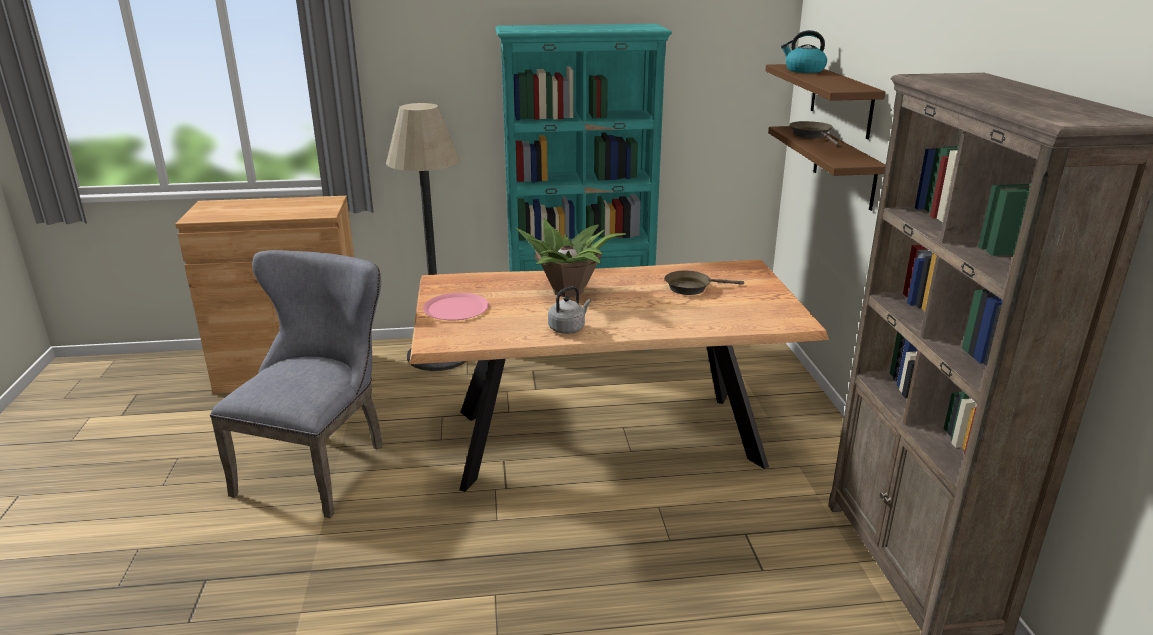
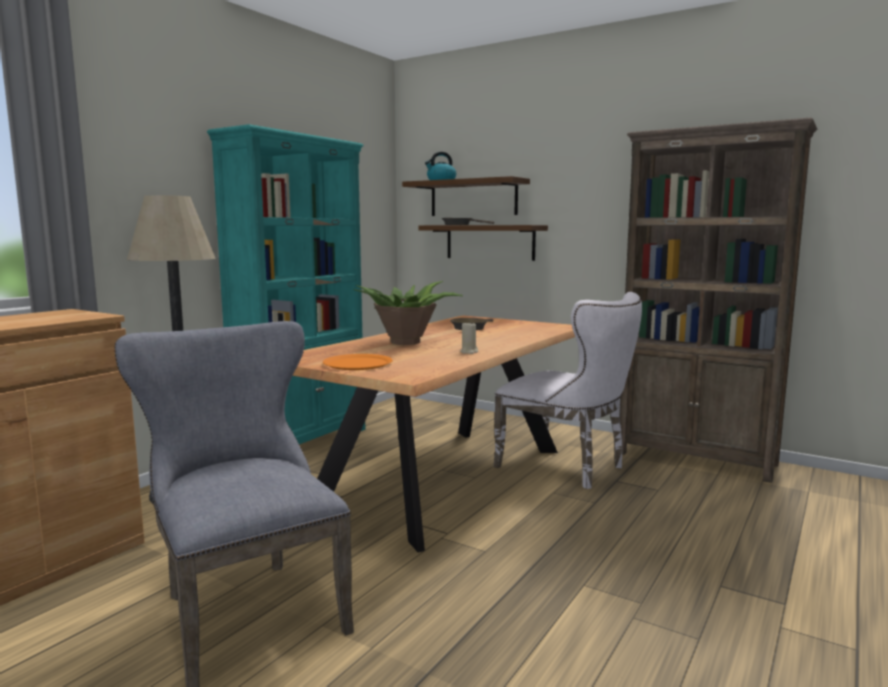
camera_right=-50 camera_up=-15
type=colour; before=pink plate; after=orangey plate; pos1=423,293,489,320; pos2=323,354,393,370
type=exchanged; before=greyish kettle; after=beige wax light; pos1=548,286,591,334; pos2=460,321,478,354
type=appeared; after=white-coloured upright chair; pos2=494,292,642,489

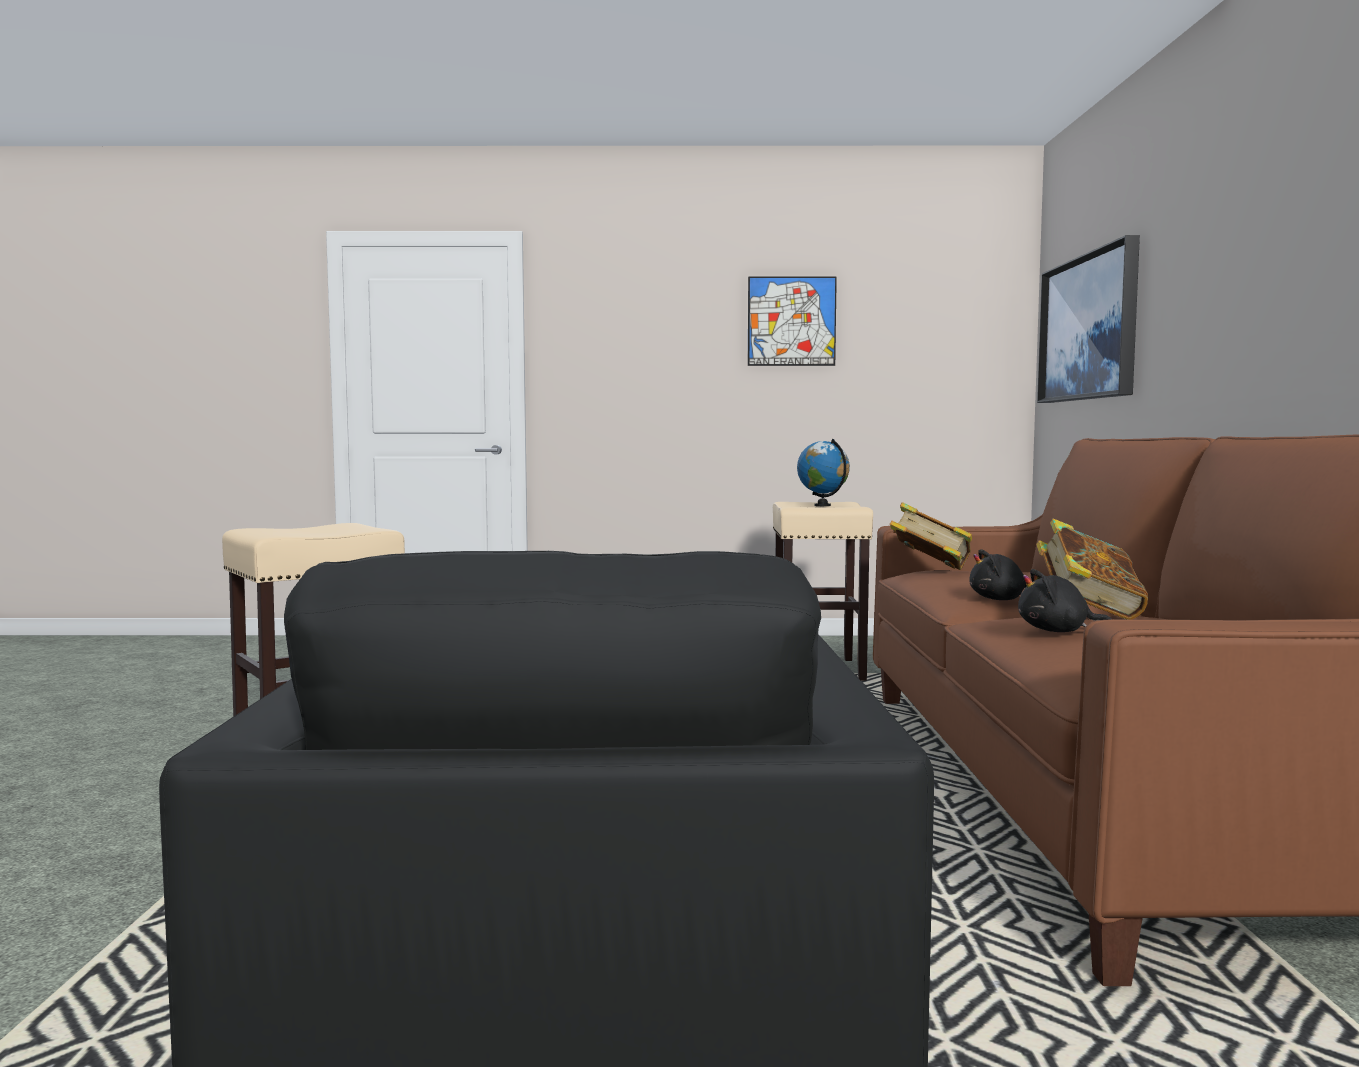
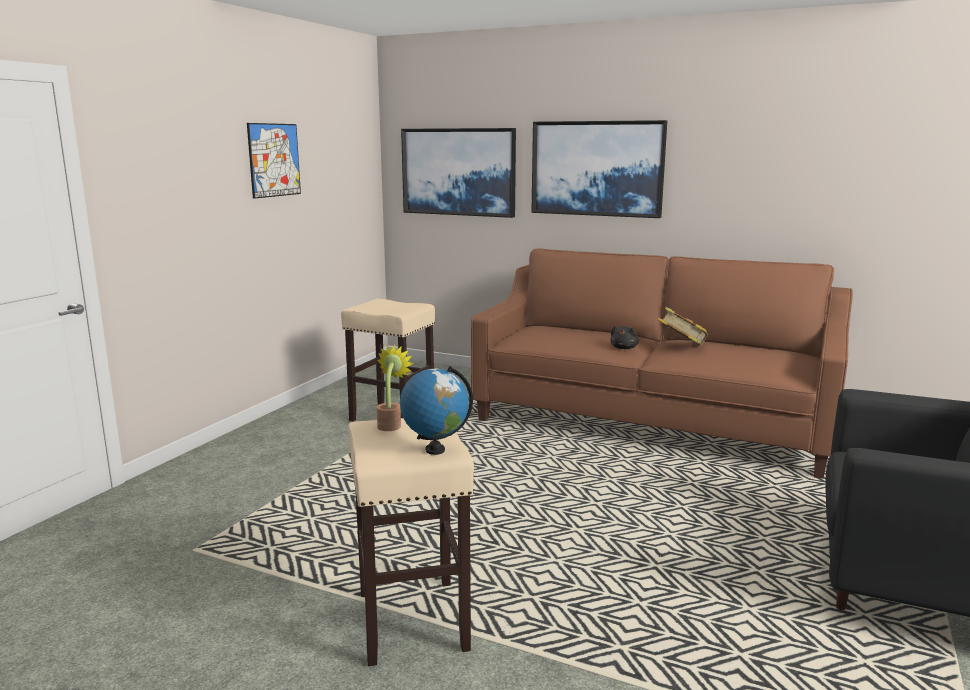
camera_right=-65 camera_up=10
type=relocated; before=globe; pos1=797,439,850,506; pos2=400,366,473,455
type=missing; before=volume; pos1=890,502,972,570
type=missing; before=black plush toy; pos1=1018,569,1112,632
type=appeared; after=potted plant; pos2=376,345,414,431
type=appeared; after=picture; pos2=531,120,667,218

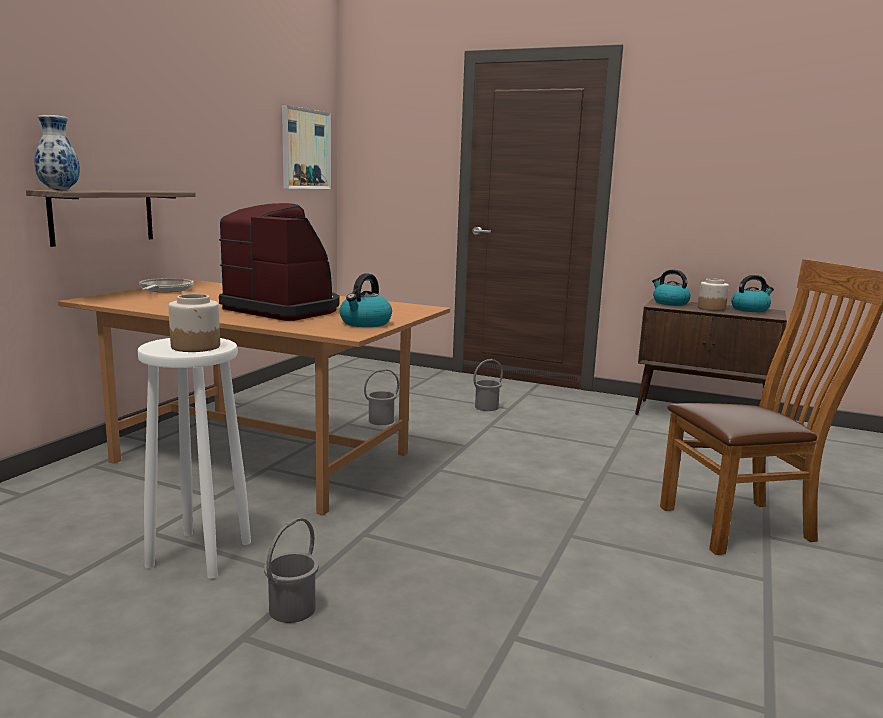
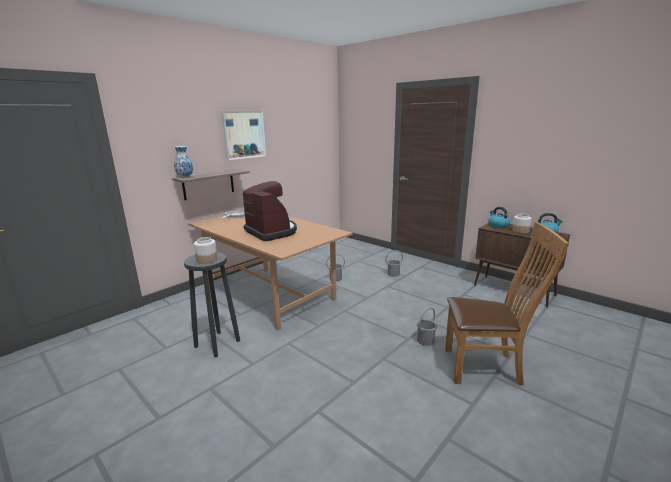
camera_right=20 camera_up=5
type=colour; before=white-coloured sitting stool; after=black sitting stool; pos1=138,338,251,579; pos2=184,252,240,357
type=relocated; before=greyish water bucket; pos1=264,518,319,623; pos2=416,307,437,346
type=relocated; before=picture; pos1=282,105,331,189; pos2=221,111,266,160
type=missing; before=kettle; pos1=339,273,392,327

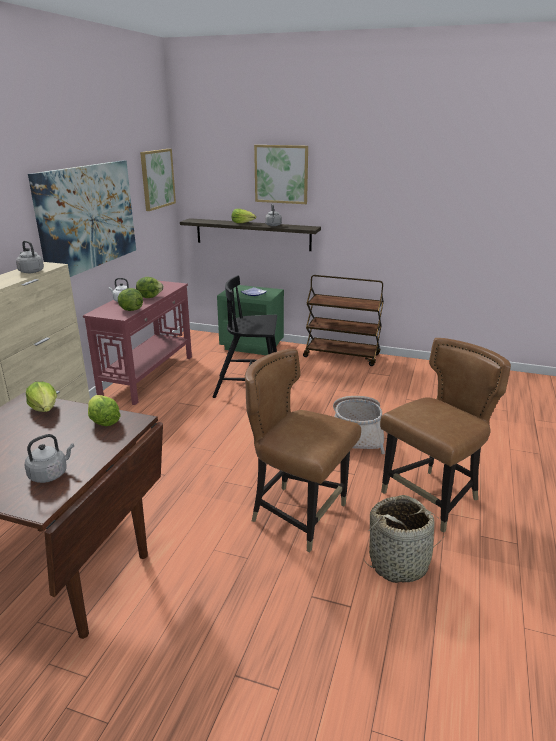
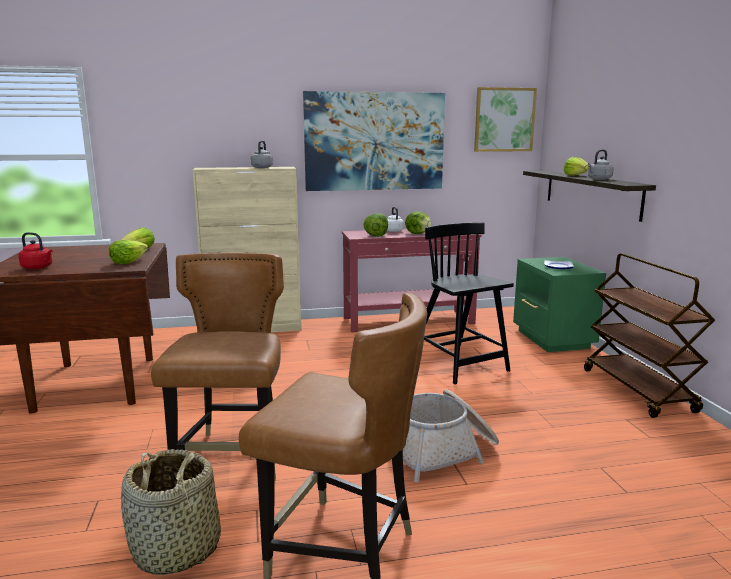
camera_right=60 camera_up=-10
type=colour; before=greyish kettle; after=reddish kettle; pos1=24,434,74,483; pos2=18,232,53,269
type=missing; before=picture; pos1=254,145,308,204

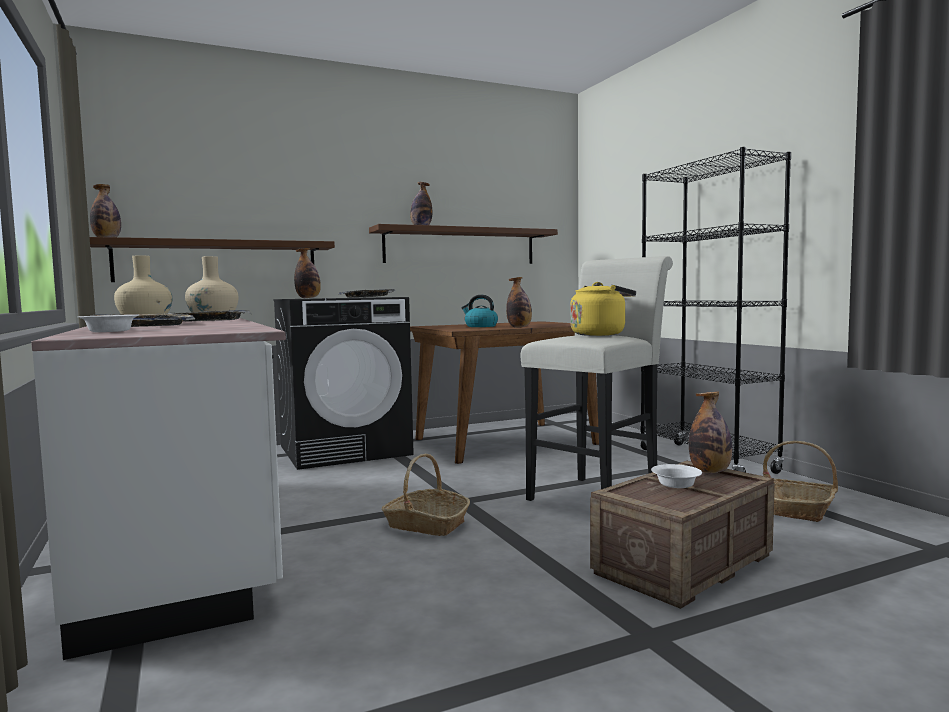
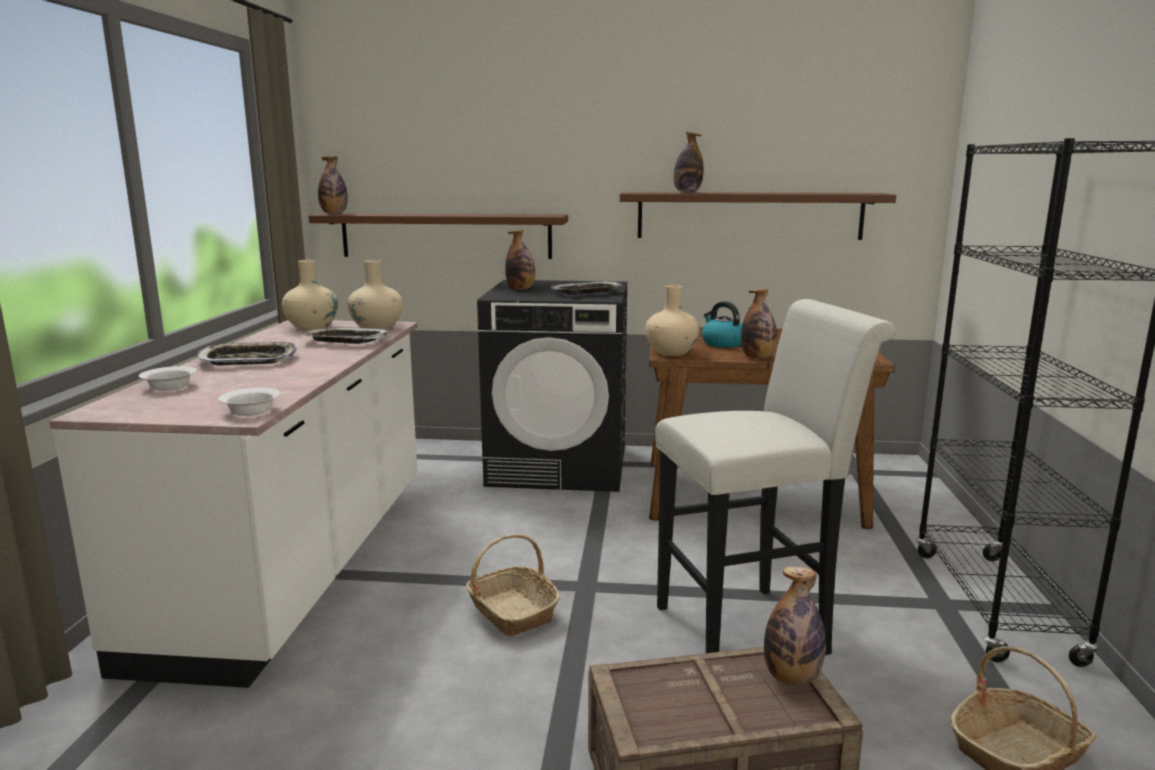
camera_right=30 camera_up=10
type=missing; before=yellowish kettle; pos1=570,282,636,336
type=relocated; before=white-coloured serving bowl; pos1=651,464,702,488; pos2=219,388,280,416
type=appeared; after=beige decorative vase; pos2=645,285,700,356

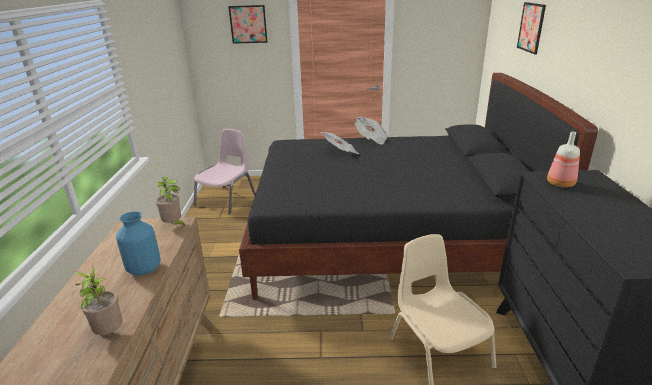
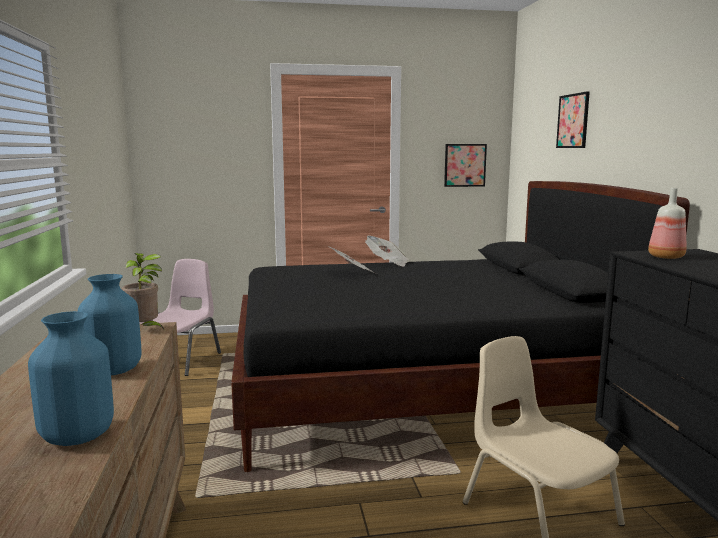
camera_right=-10 camera_up=-15
type=exchanged; before=potted plant; after=blue decorative vase; pos1=74,267,123,335; pos2=28,311,114,446
type=relocated; before=picture; pos1=228,5,267,44; pos2=444,144,487,187

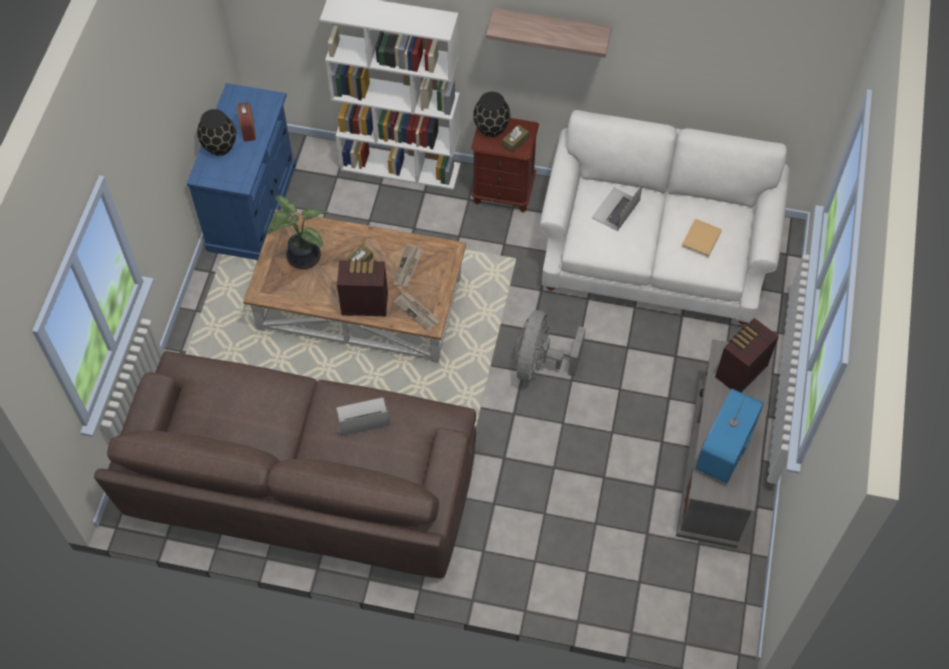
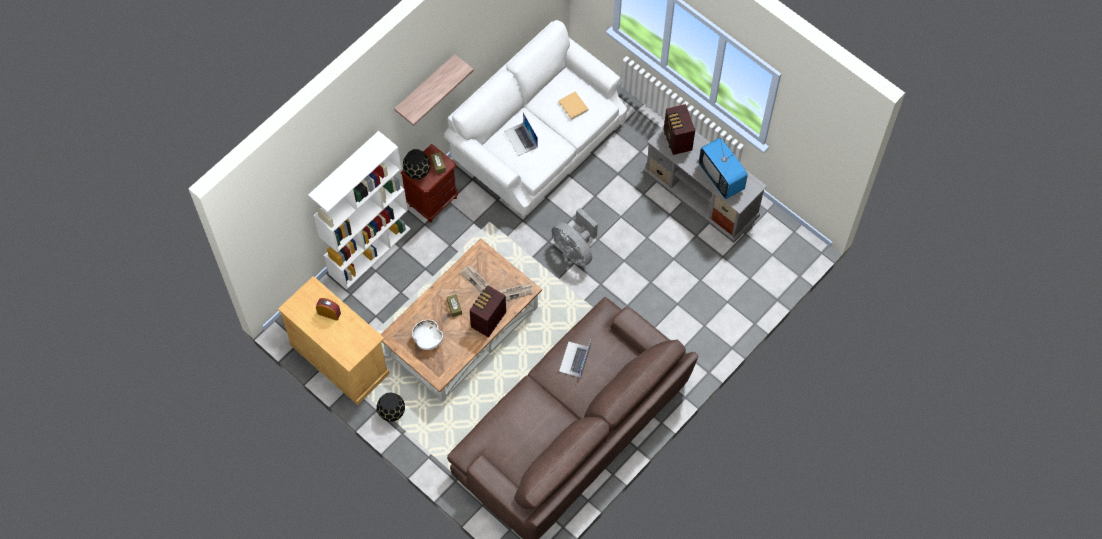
camera_right=-60 camera_up=5
type=colour; before=blue cabinet; after=beige cabinet; pos1=187,83,296,260; pos2=278,276,390,405
type=relocated; before=black decorative vase; pos1=197,109,236,156; pos2=377,392,405,422
type=exchanged; before=potted plant; after=white-coloured serving bowl; pos1=267,195,328,269; pos2=412,320,443,350

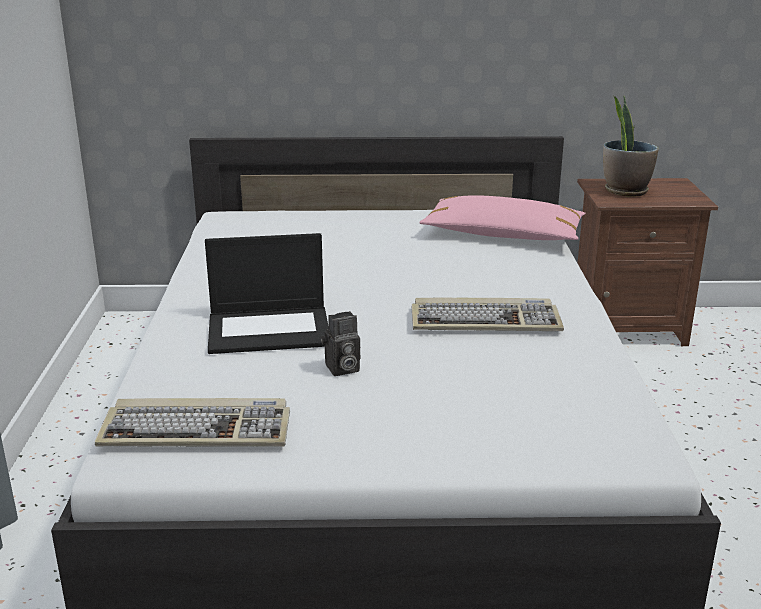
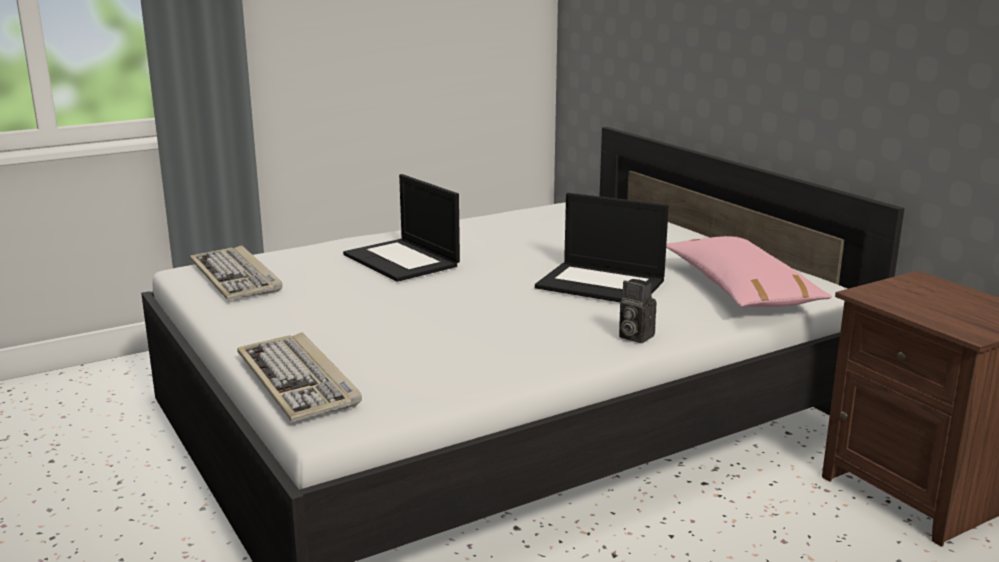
camera_right=60 camera_up=-5
type=relocated; before=still camera; pos1=321,311,360,376; pos2=619,279,656,343
type=relocated; before=PC keyboard; pos1=412,298,564,331; pos2=237,333,362,422
type=missing; before=potted plant; pos1=603,96,659,197
type=appeared; after=portable computer; pos2=535,193,669,302

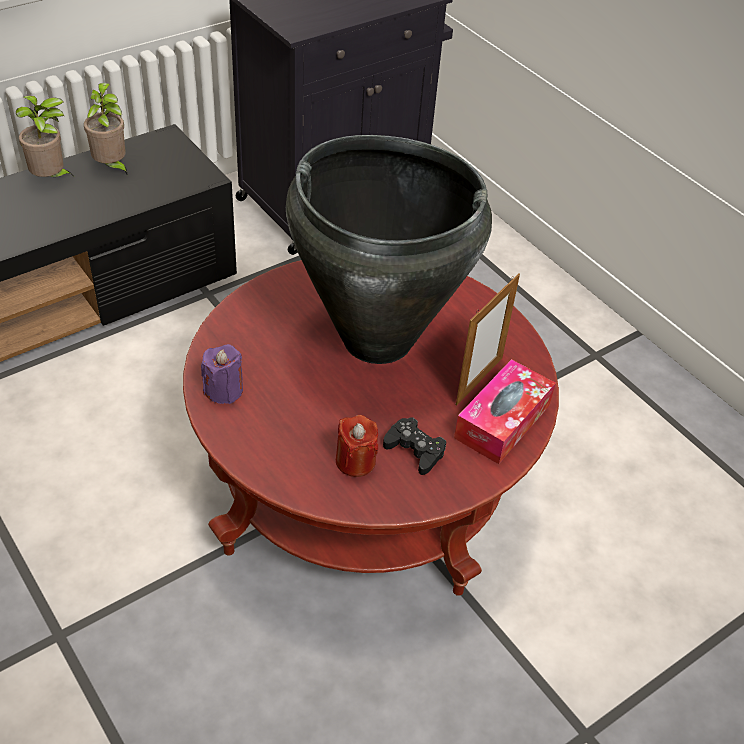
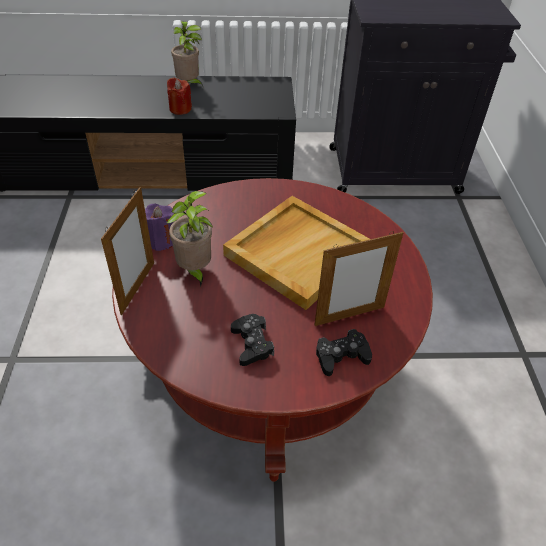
camera_right=35 camera_up=0
type=relocated; before=potted plant; pos1=84,83,128,176; pos2=166,191,213,287
type=exchanged; before=black decorative vase; after=beige serving tray; pos1=286,135,492,364; pos2=223,196,370,310
type=relocated; before=reddish wax light; pos1=336,415,378,477; pos2=167,77,192,115
type=exchanged; before=tissue box; after=black game controller; pos1=454,359,556,464; pos2=316,329,372,376
type=appeared; after=picture frame; pos2=101,187,154,315

